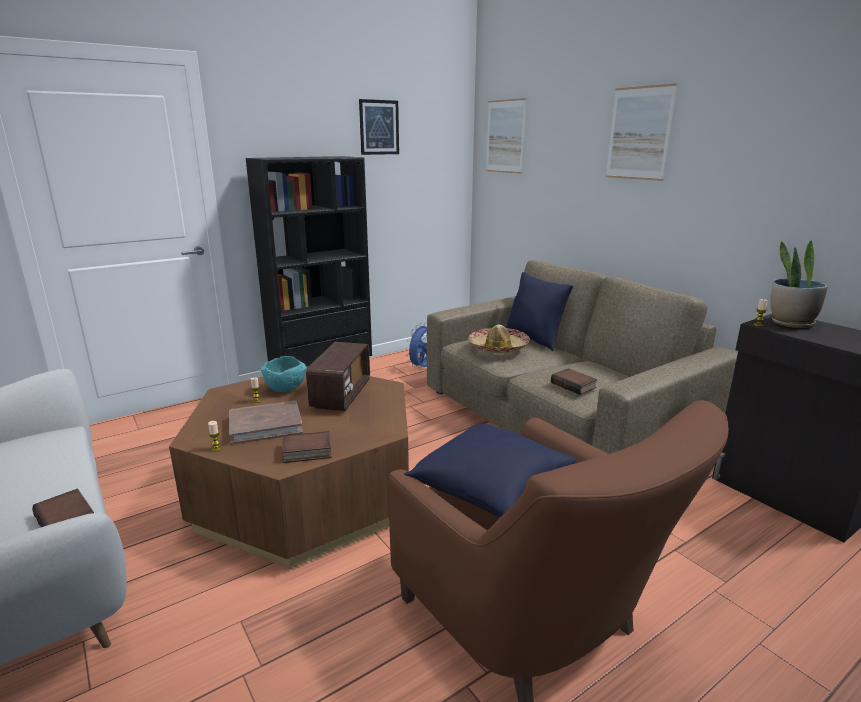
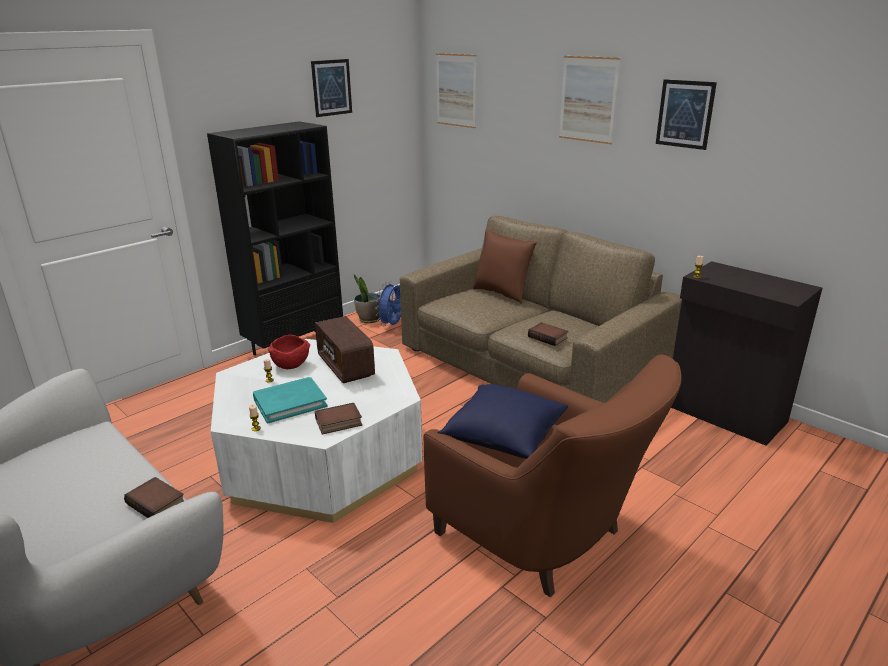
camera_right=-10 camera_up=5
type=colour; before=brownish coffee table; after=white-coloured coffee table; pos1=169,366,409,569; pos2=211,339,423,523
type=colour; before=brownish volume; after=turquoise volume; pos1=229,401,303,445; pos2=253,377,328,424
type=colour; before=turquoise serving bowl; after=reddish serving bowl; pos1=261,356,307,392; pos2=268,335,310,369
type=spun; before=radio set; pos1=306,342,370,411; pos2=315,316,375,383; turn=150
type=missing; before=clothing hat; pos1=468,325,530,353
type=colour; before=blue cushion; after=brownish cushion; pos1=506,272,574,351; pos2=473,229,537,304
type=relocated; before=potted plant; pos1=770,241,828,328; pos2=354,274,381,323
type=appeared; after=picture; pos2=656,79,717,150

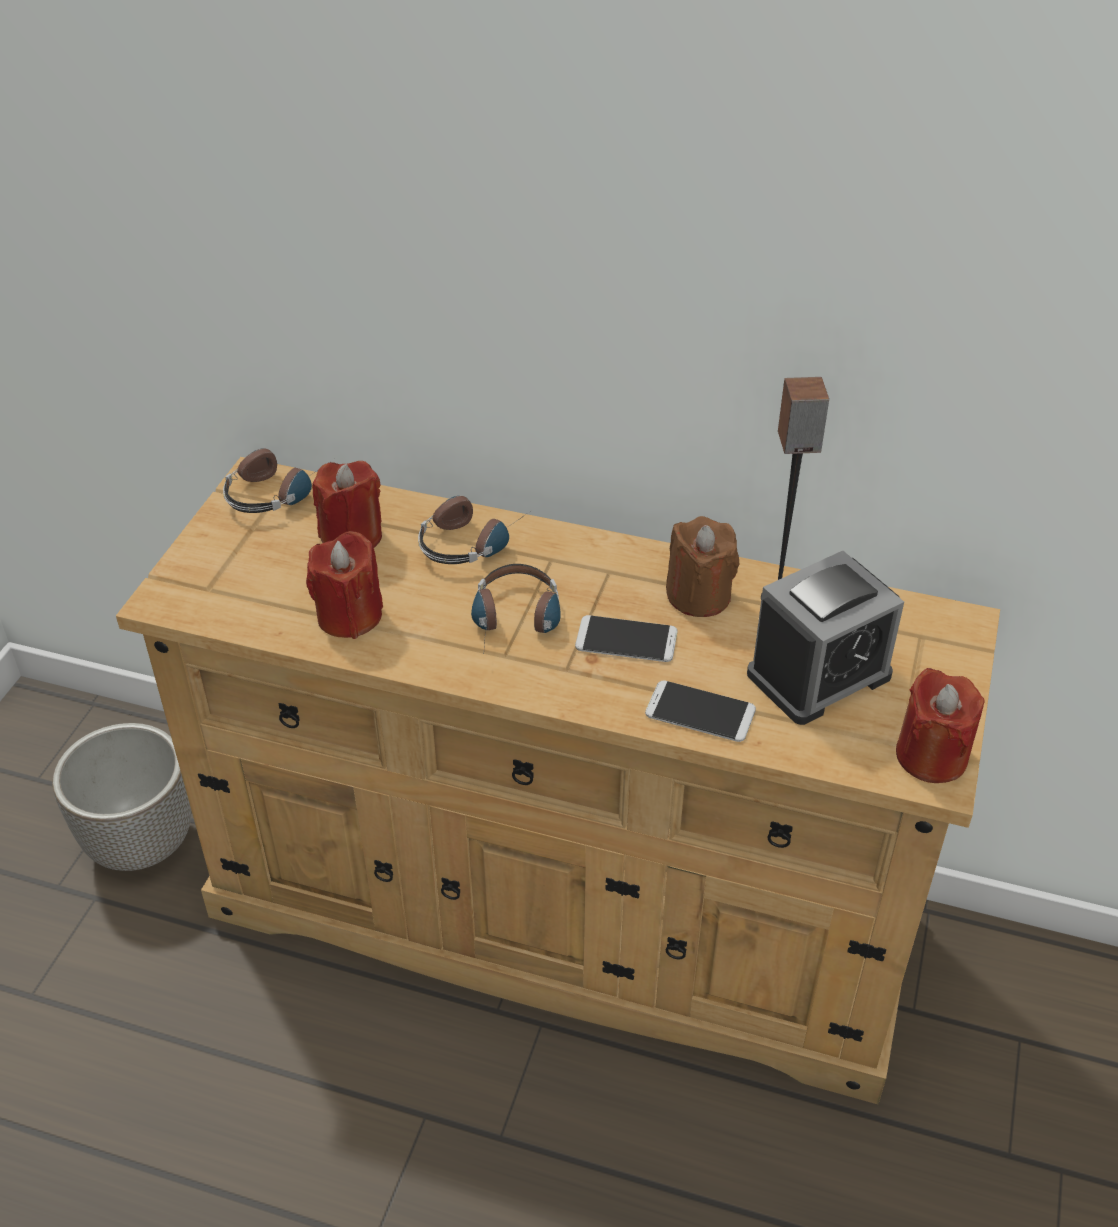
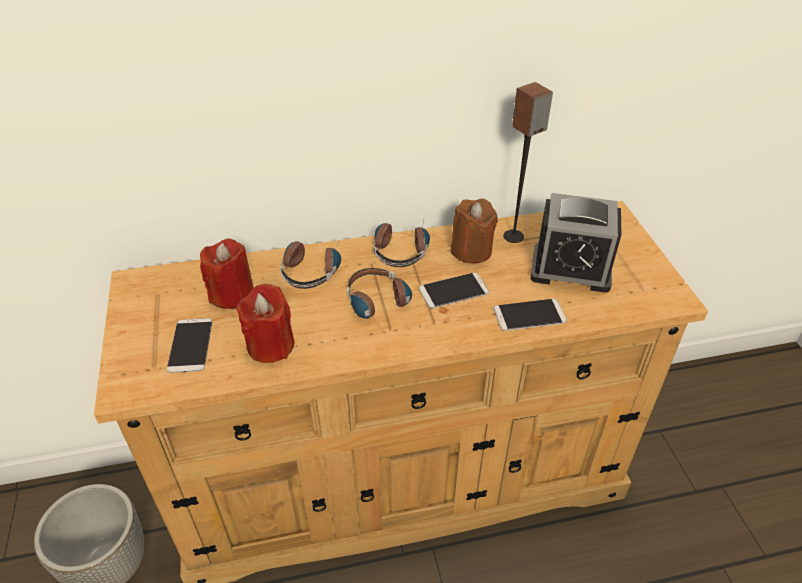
camera_right=-30 camera_up=0
type=relocated; before=pair of headphones; pos1=223,448,331,513; pos2=374,220,430,267
type=spun; before=bedside clock; pos1=747,551,904,725; pos2=531,193,621,293; turn=75
type=missing; before=reddish wax light; pos1=896,668,985,783
type=appeared; after=phone; pos2=167,318,212,373

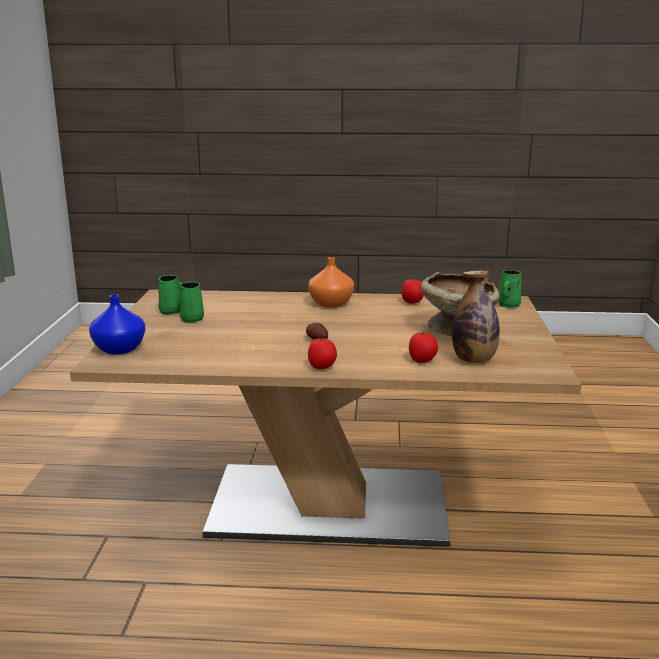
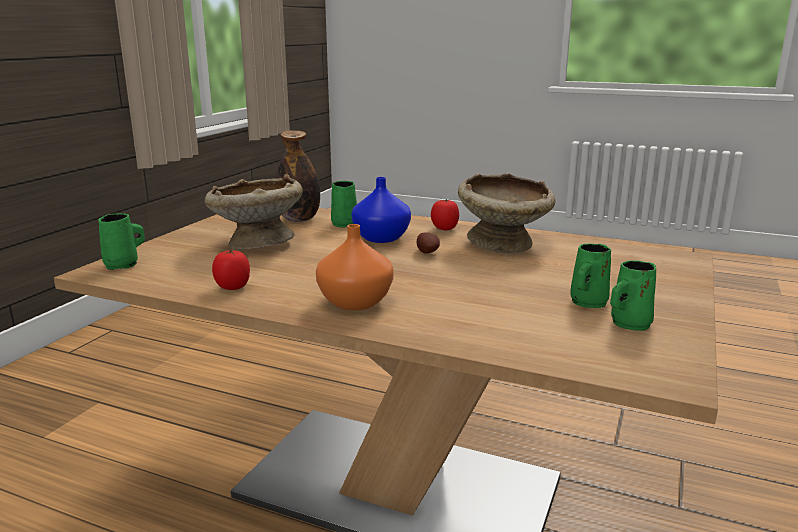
camera_right=-160 camera_up=0
type=relocated; before=blue decorative vase; pos1=89,295,146,355; pos2=352,177,411,243
type=exchanged; before=whole tomato; after=greenish mug; pos1=409,332,438,363; pos2=331,181,357,228
type=appeared; after=beige serving bowl; pos2=458,172,556,254

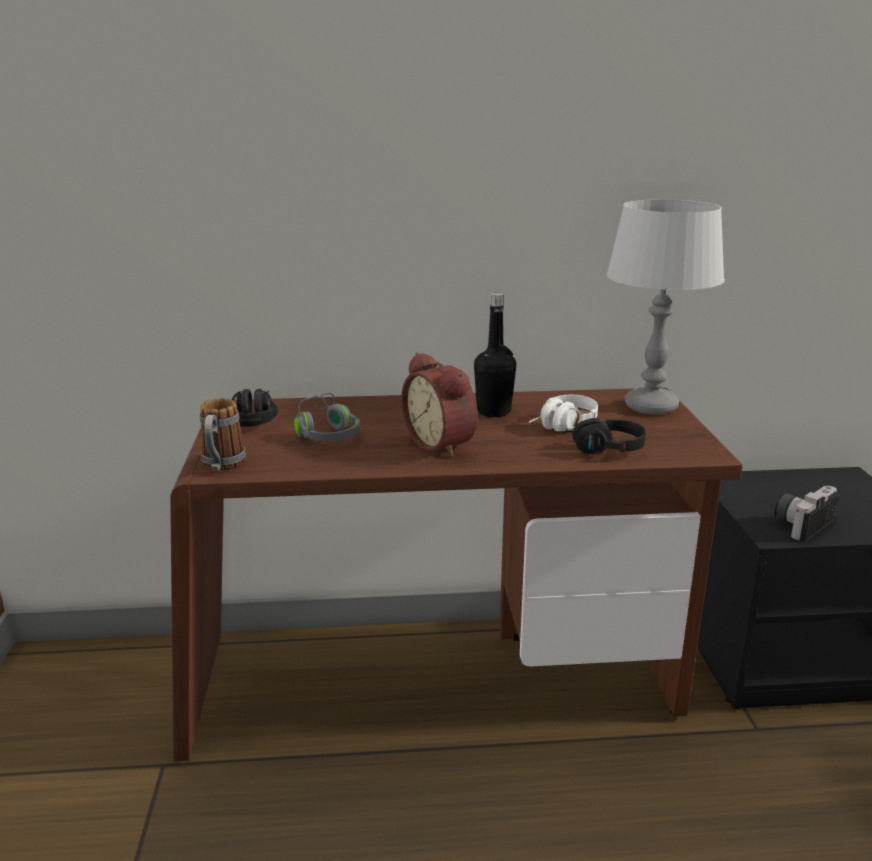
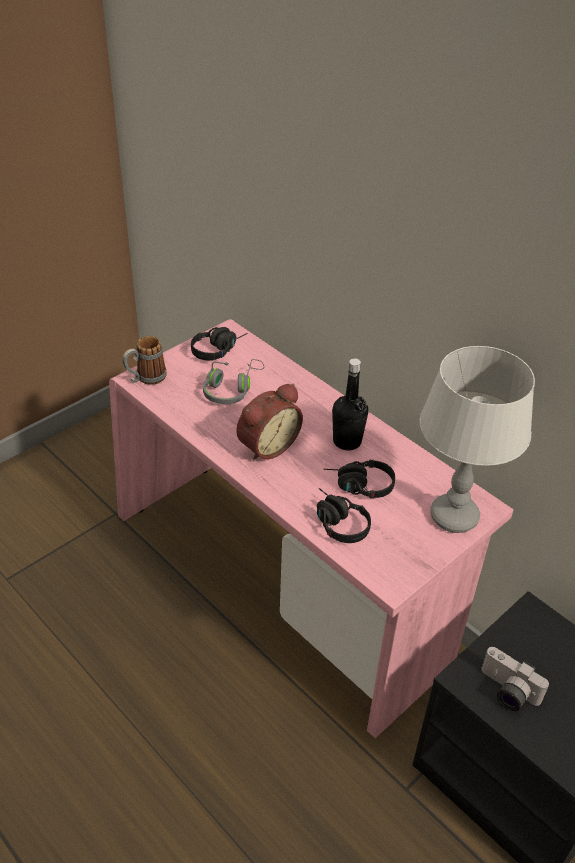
camera_right=50 camera_up=20
type=colour; before=brownish desk table; after=pink desk table; pos1=170,388,743,762; pos2=109,319,513,738
type=spun; before=bedside clock; pos1=401,352,477,457; pos2=237,383,303,462; turn=-150
type=colour; before=white-coloured pair of headphones; after=black pair of headphones; pos1=529,395,598,433; pos2=324,460,395,499
type=spun; before=still camera; pos1=774,486,839,541; pos2=481,647,549,711; turn=-150

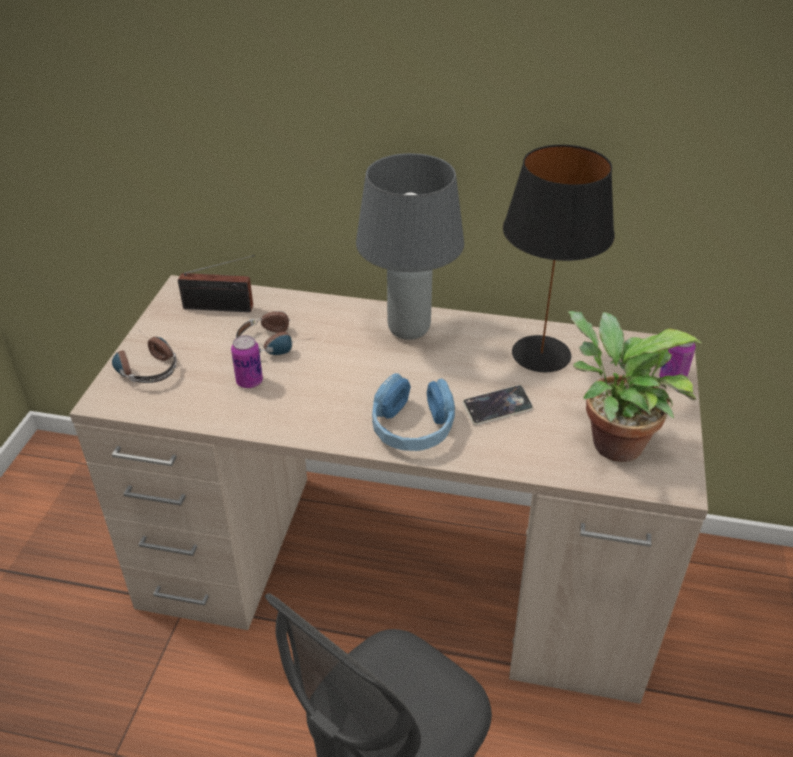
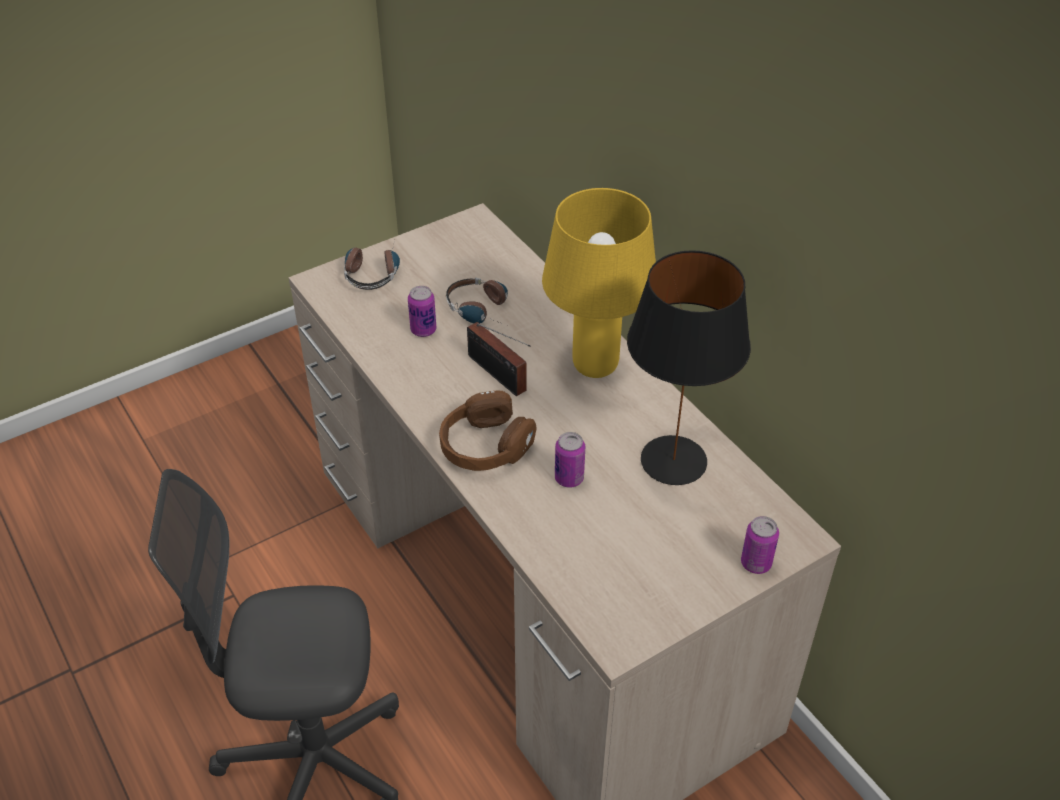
camera_right=45 camera_up=5
type=relocated; before=radio set; pos1=178,255,255,312; pos2=467,322,531,396
type=colour; before=greyish table lamp; after=yellowish table lamp; pos1=356,153,464,340; pos2=542,188,656,378
type=colour; before=blue pair of headphones; after=brownish pair of headphones; pos1=372,373,455,451; pos2=439,391,537,471
type=exchanged; before=phone; after=metal can; pos1=463,385,533,425; pos2=555,432,585,488
type=missing; before=potted plant; pos1=568,311,701,462

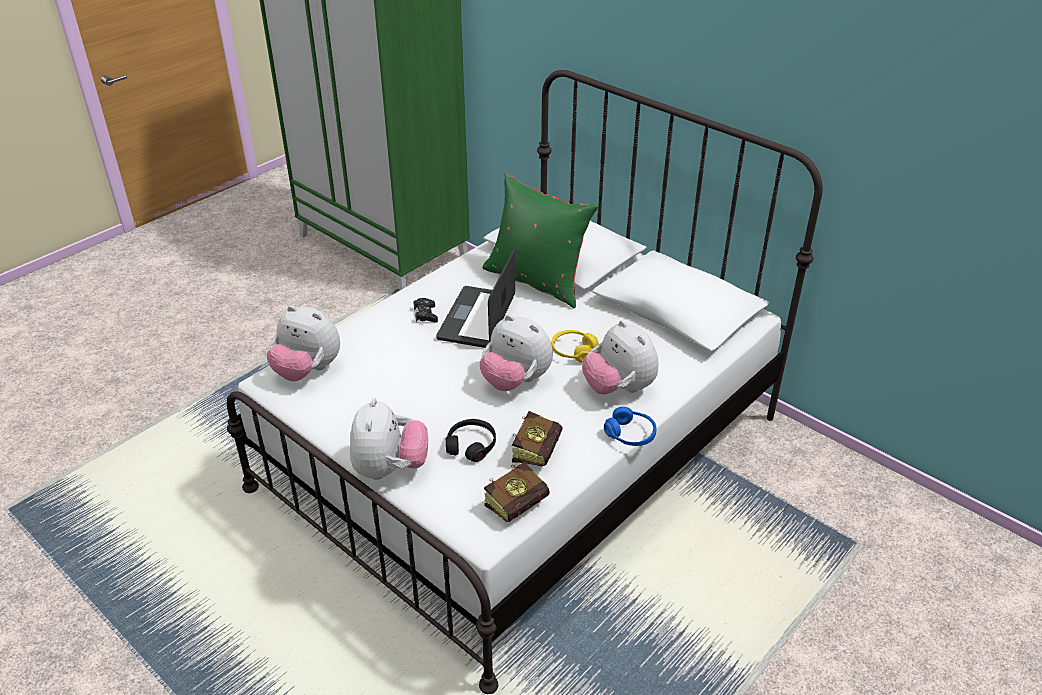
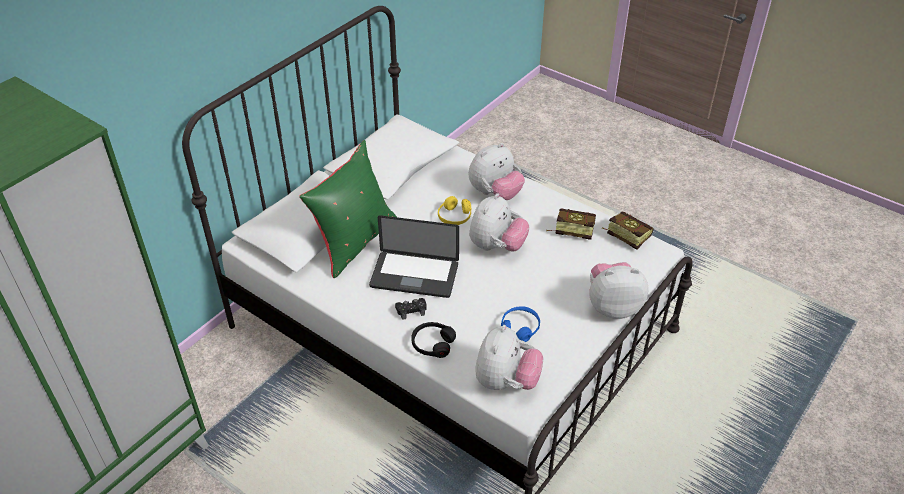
camera_right=-95 camera_up=5
type=relocated; before=black pair of headphones; pos1=446,419,496,462; pos2=411,322,456,358
type=relocated; before=blue pair of headphones; pos1=604,406,657,446; pos2=501,306,540,342

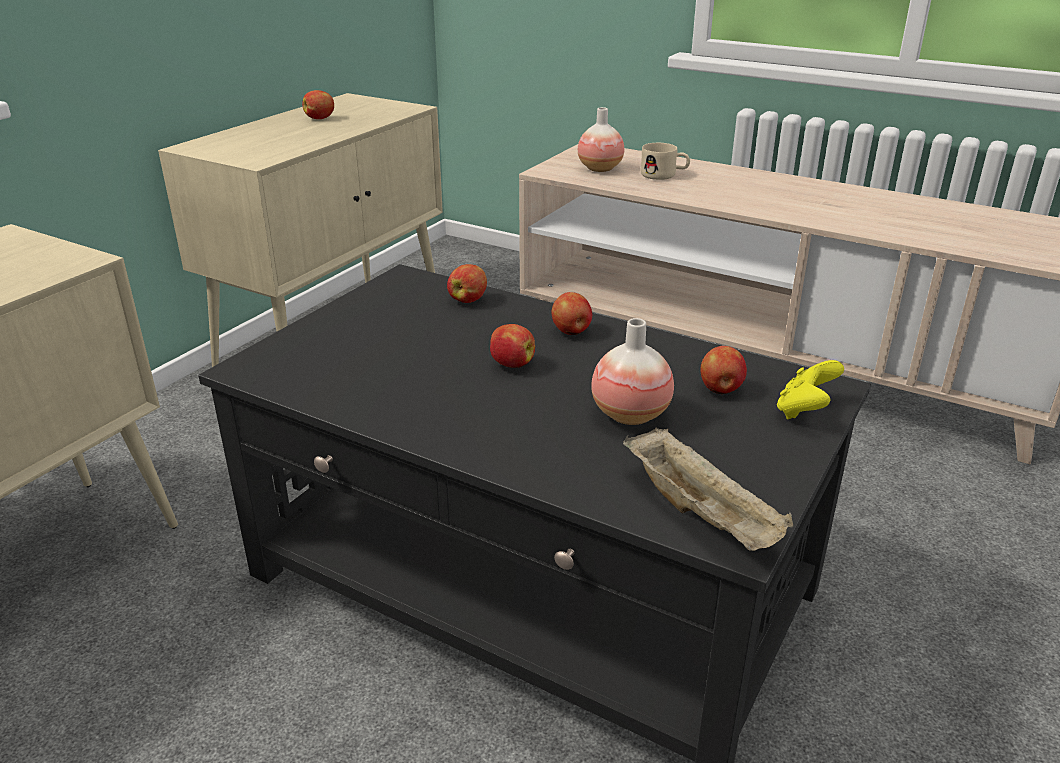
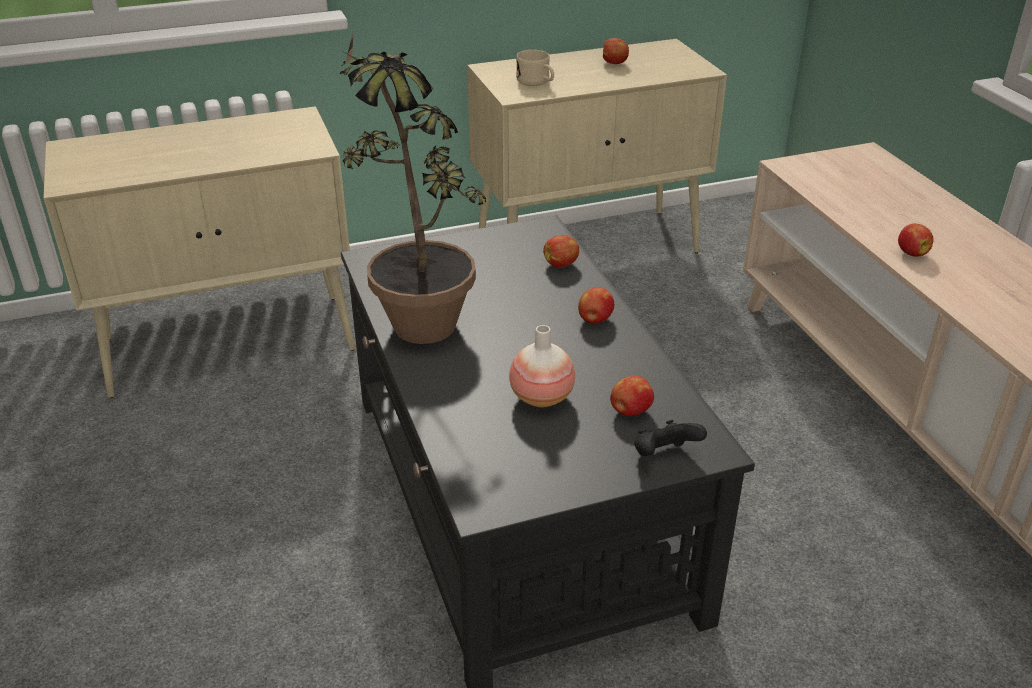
camera_right=40 camera_up=5
type=relocated; before=whole apple; pos1=490,324,535,368; pos2=898,224,934,257
type=missing; before=decorative vase; pos1=578,107,624,172
type=missing; before=beige serving tray; pos1=623,428,793,551
type=relocated; before=beige mug; pos1=641,143,690,180; pos2=516,50,554,86
type=colour; before=yellowish game controller; after=black game controller; pos1=777,360,844,420; pos2=634,420,707,456
type=appeared; after=potted plant; pos2=339,29,486,344

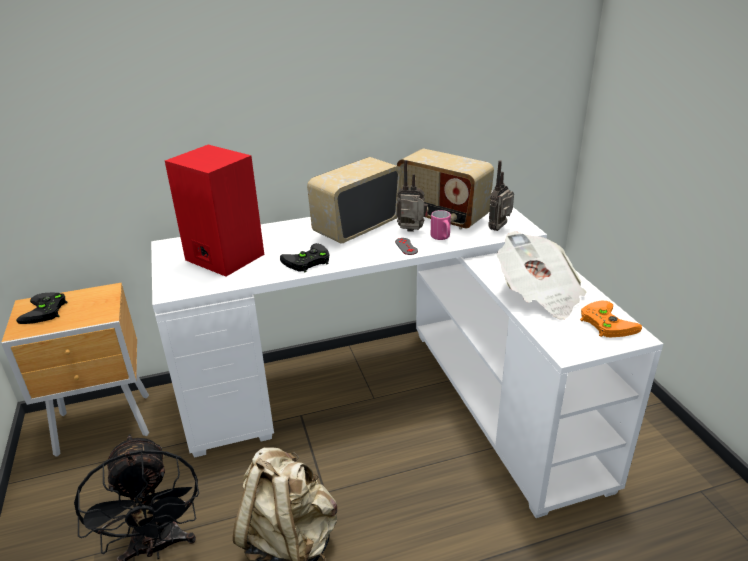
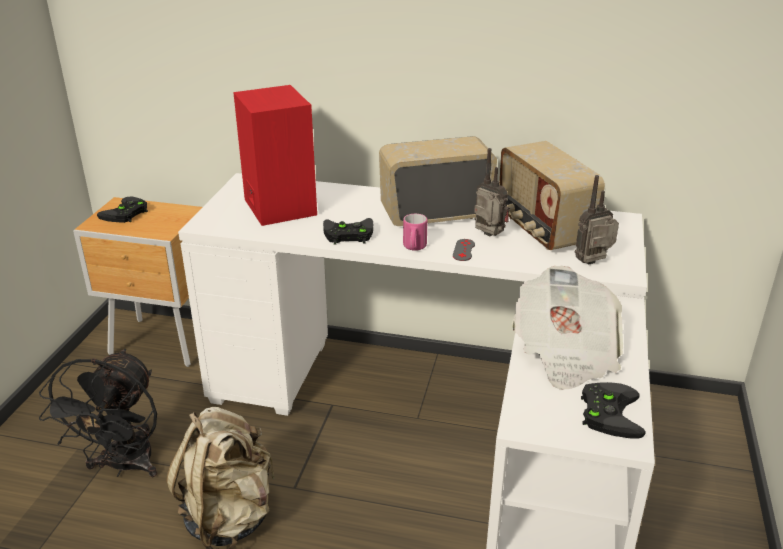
camera_right=30 camera_up=0
type=relocated; before=pink mug; pos1=431,210,451,240; pos2=403,214,427,251
type=colour; before=orangey game controller; after=black game controller; pos1=580,301,642,337; pos2=581,382,646,439

